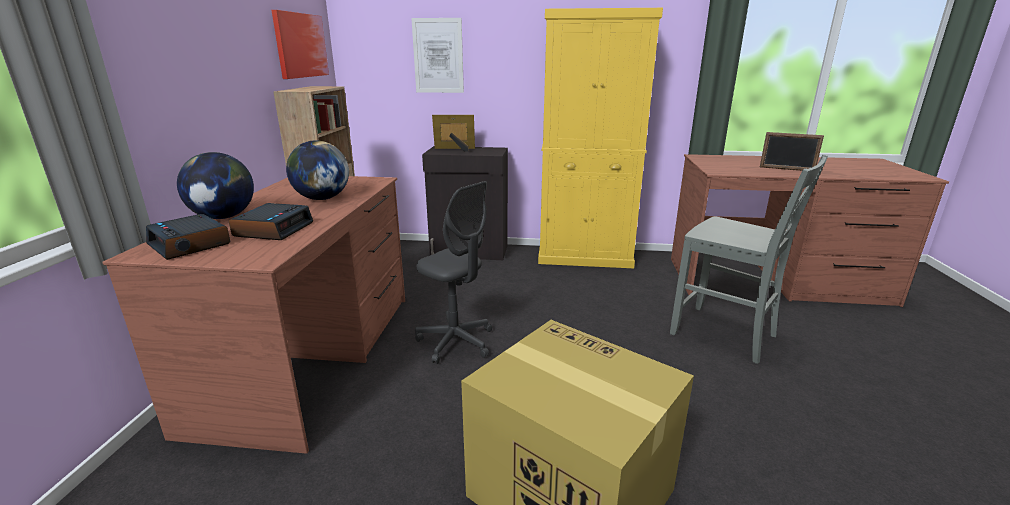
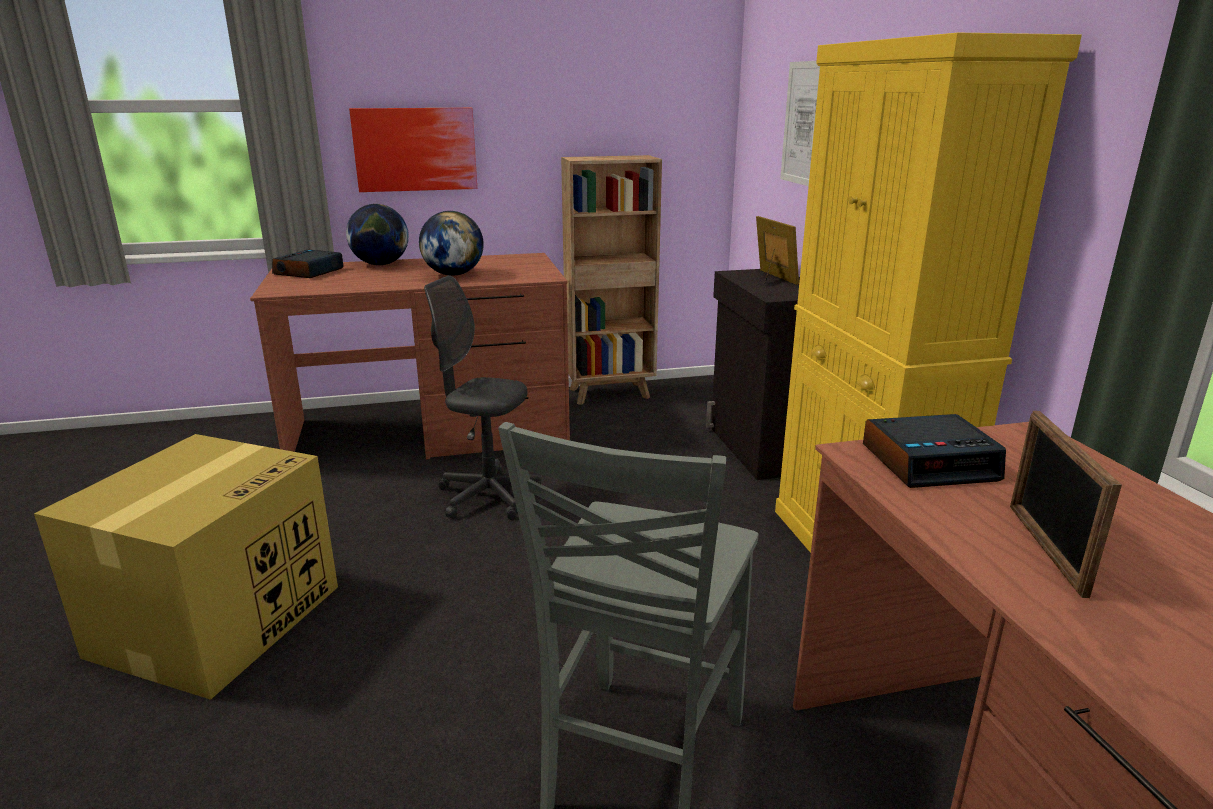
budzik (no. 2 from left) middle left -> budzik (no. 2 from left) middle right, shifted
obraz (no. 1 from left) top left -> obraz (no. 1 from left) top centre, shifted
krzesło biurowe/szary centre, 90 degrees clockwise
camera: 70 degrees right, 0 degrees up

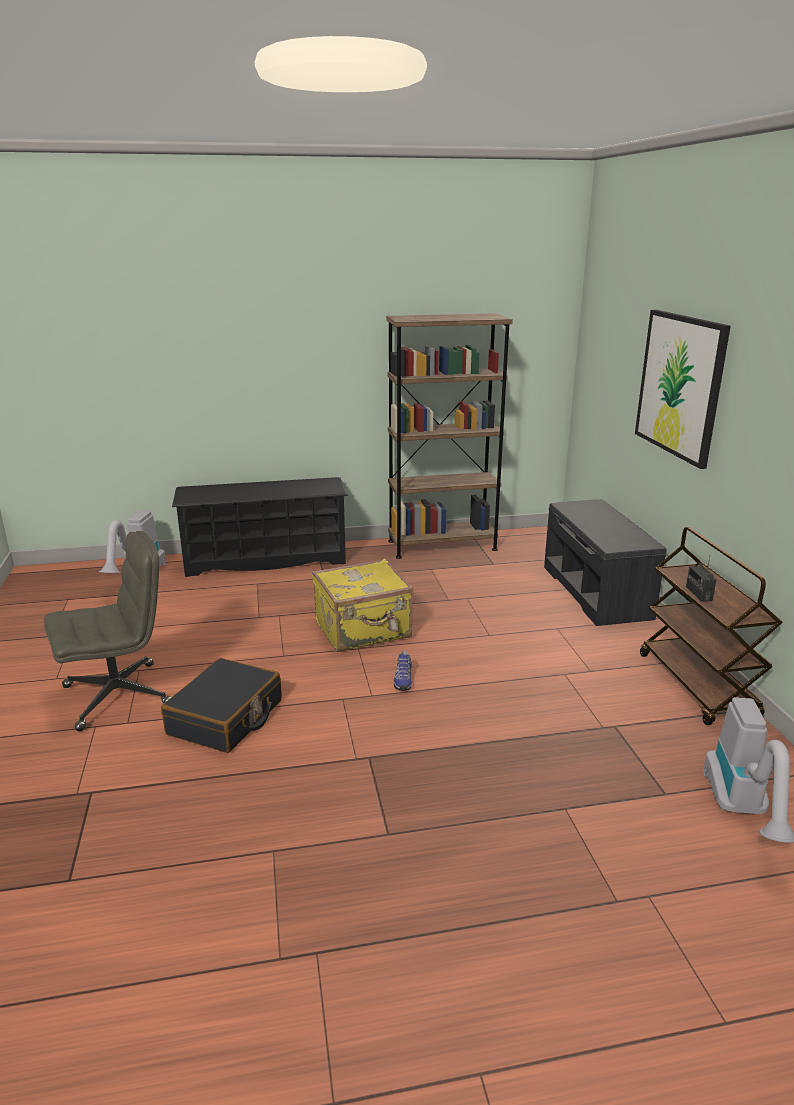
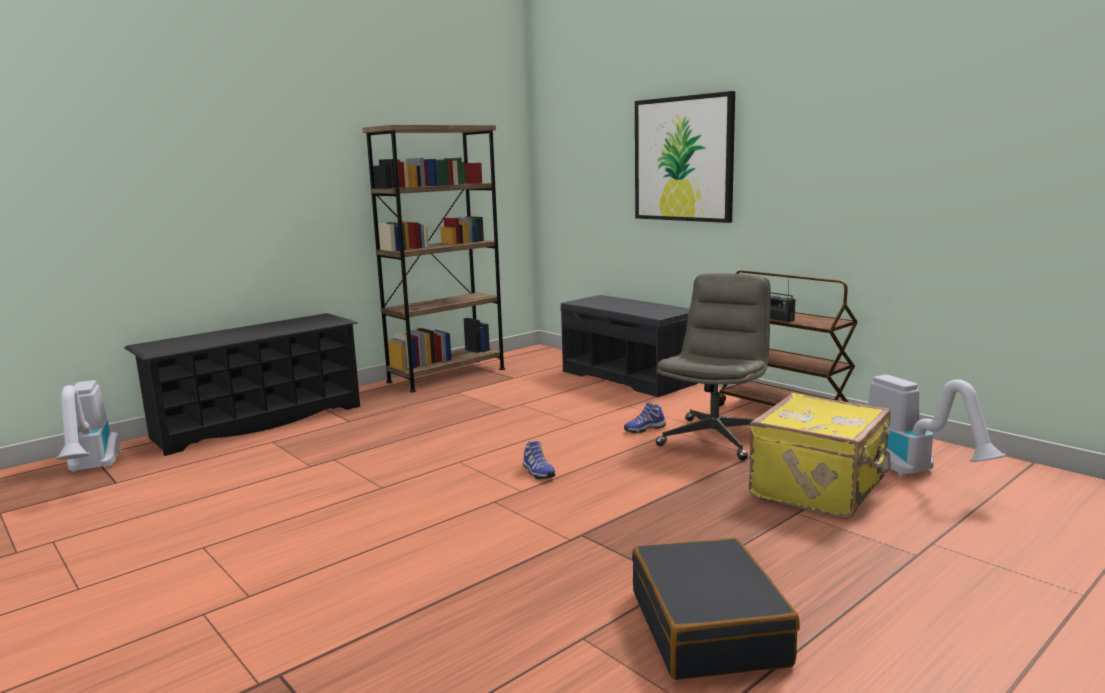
none -> but (no. 2 from left) centre
krzesło biurowe/szary middle left -> krzesło biurowe/szary centre, shifted
walizka/czarny middle left -> walizka/czarny bottom centre, shifted
walizka/żółty centre -> walizka/żółty middle right, shifted
camera: 30 degrees left, 10 degrees down

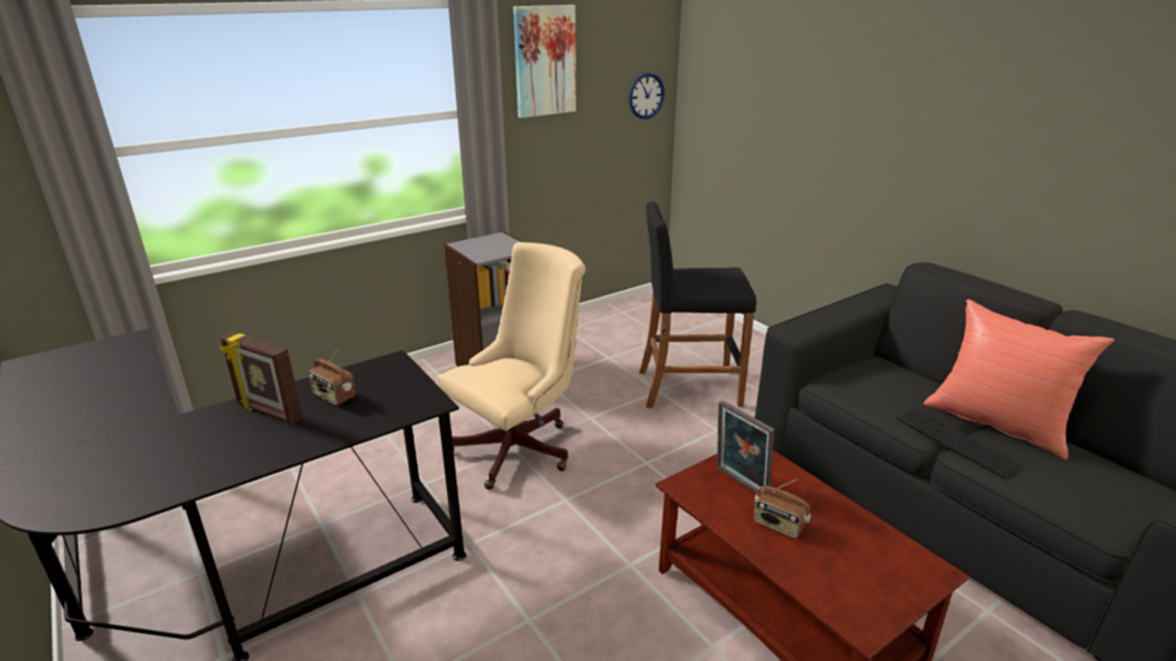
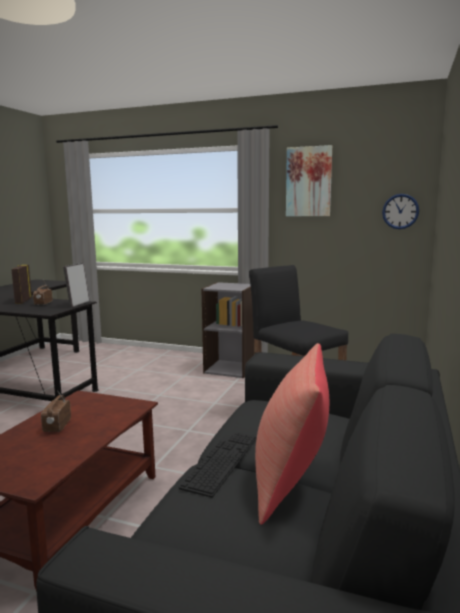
krzesło biurowe/beżowy centre -> none
ramka na zdjęcie (no. 2 from left) bottom centre -> ramka na zdjęcie (no. 2 from left) middle left, shifted
camera: 55 degrees right, 15 degrees down

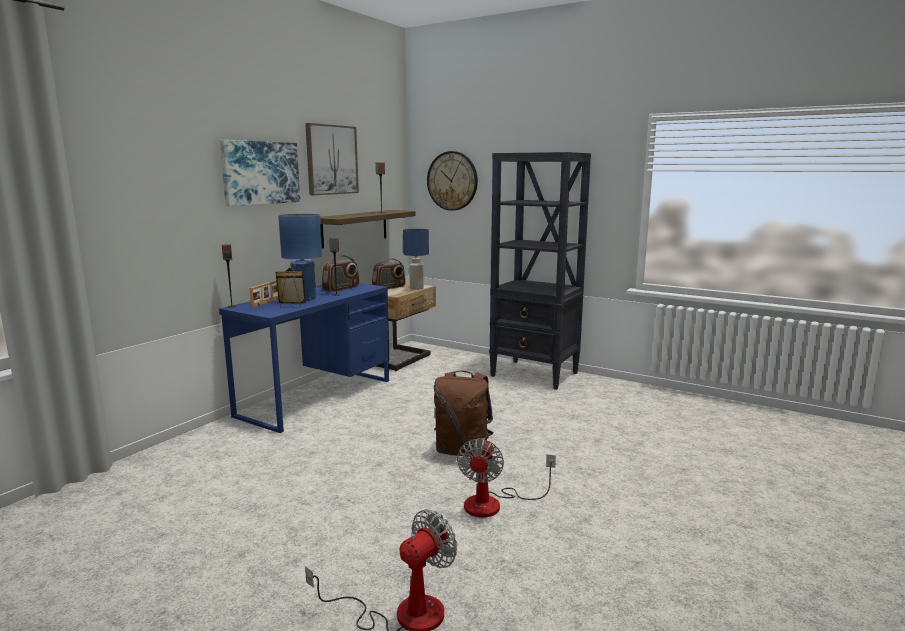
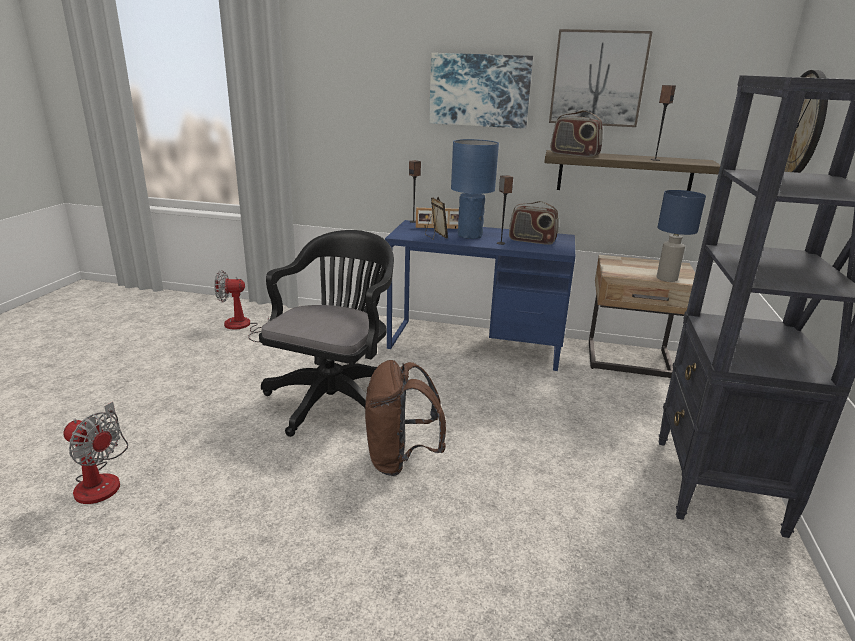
none -> krzesło biurowe/czarny centre
radio (no. 2 from left) centre -> radio (no. 2 from left) top right, shifted
wentylator (no. 2 from left) bottom centre -> wentylator (no. 2 from left) middle left, shifted
camera: 70 degrees right, 10 degrees up

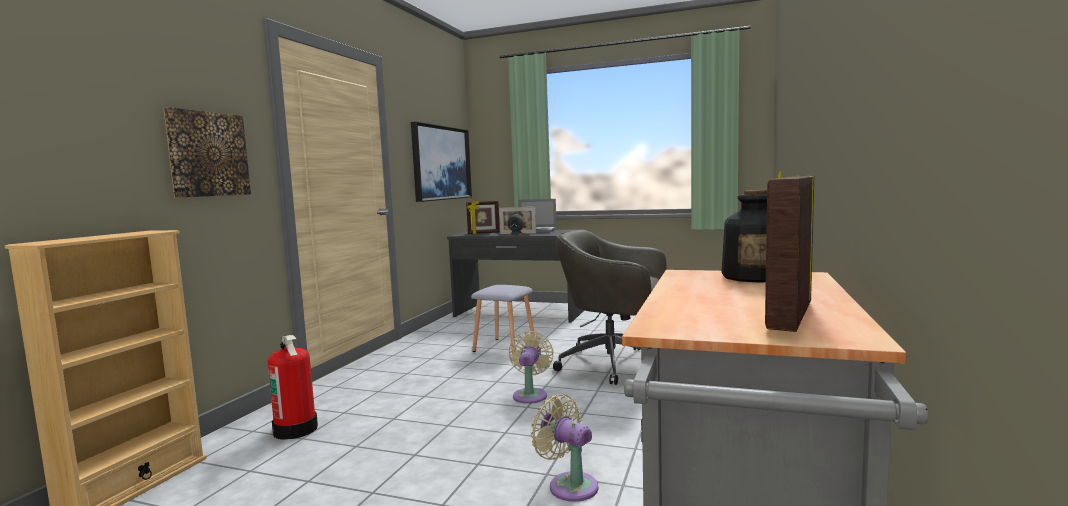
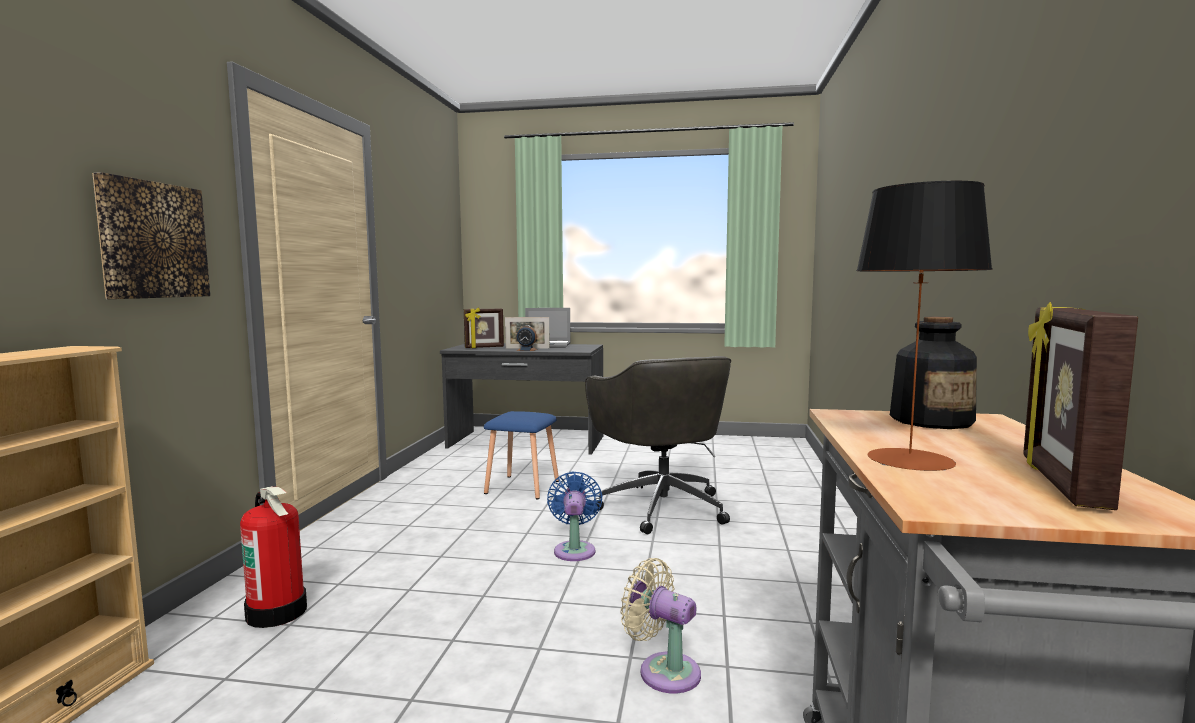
obraz (no. 2 from left) top centre -> none
none -> lampa stołowa middle right
stołek/szary centre -> stołek/niebieski centre
wentylator/beżowy (no. 1 from left) bottom centre -> wentylator/niebieski bottom centre
krzesło biurowe/szary centre, 120 degrees counterclockwise
camera: 10 degrees left, 0 degrees up

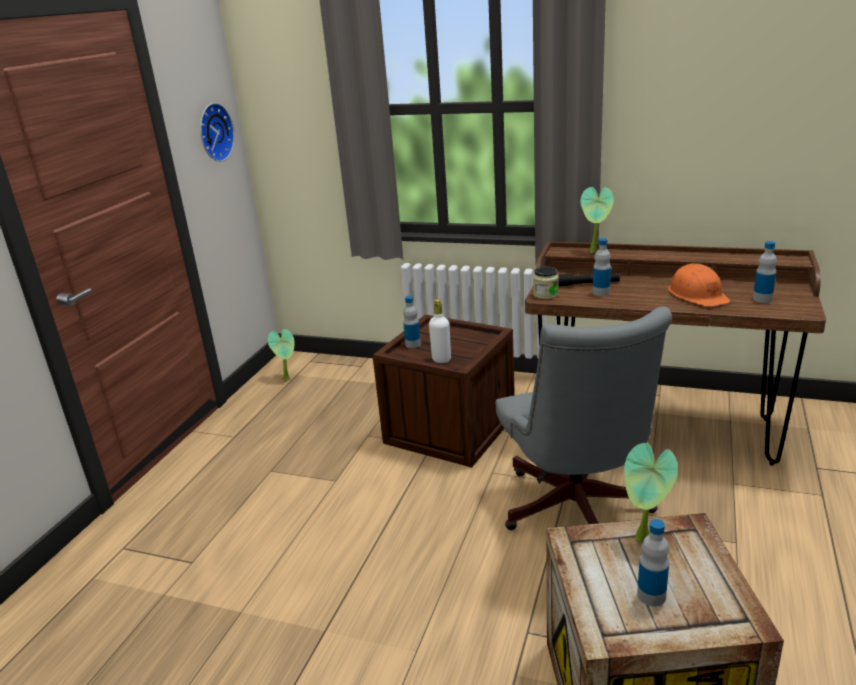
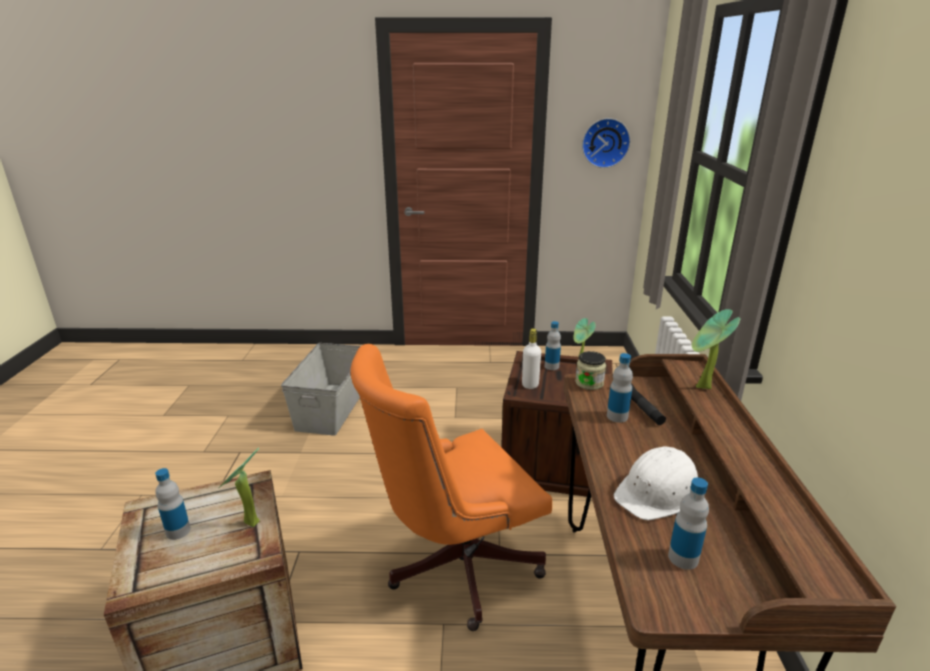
none -> pojemnik do przechowywania/szary centre
krzesło biurowe/szary middle right -> krzesło biurowe/pomarańczowy bottom centre
kask/pomarańczowy middle right -> kask/biały bottom right
camera: 70 degrees right, 0 degrees up

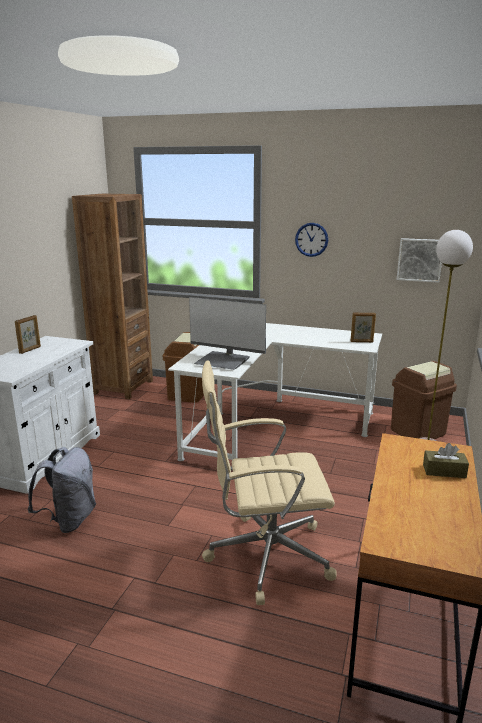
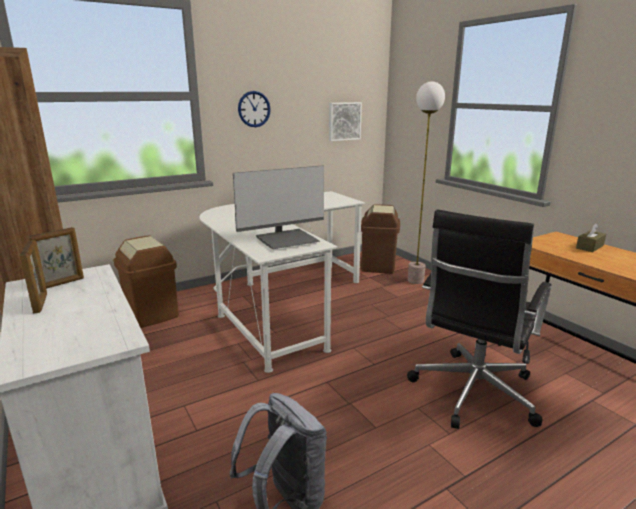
ramka na zdjęcie (no. 2 from left) middle right -> ramka na zdjęcie (no. 2 from left) middle left, shifted
krzesło biurowe/beżowy bottom centre -> krzesło biurowe/czarny middle right
camera: 50 degrees left, 0 degrees up

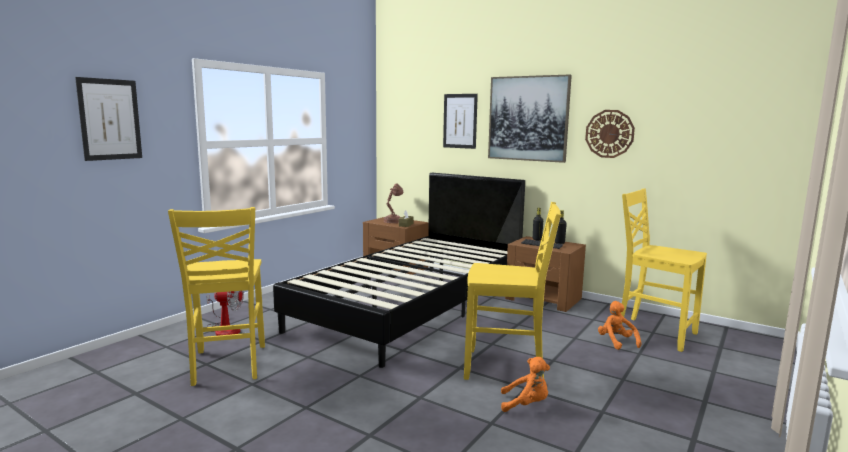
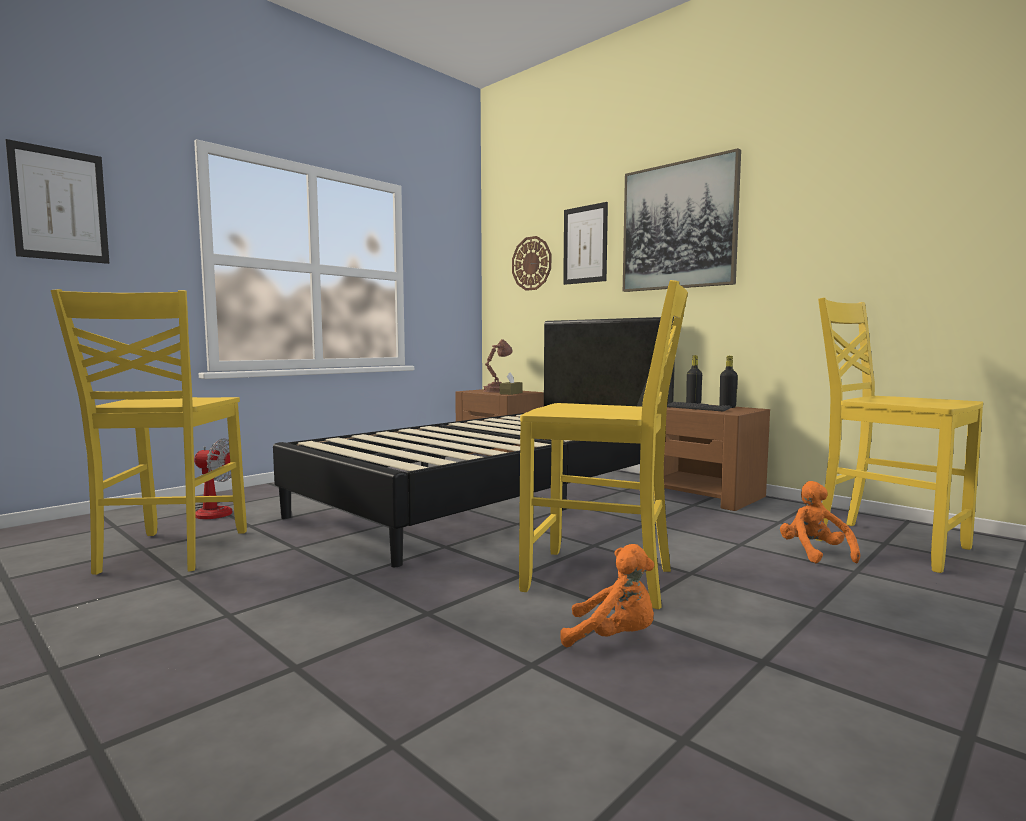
zegar ścienny top right -> zegar ścienny top centre, shifted
camera: 10 degrees right, 5 degrees down

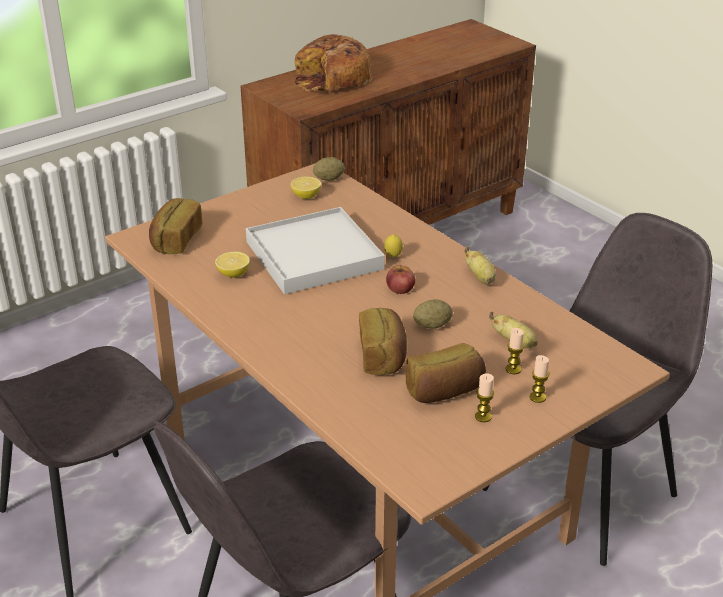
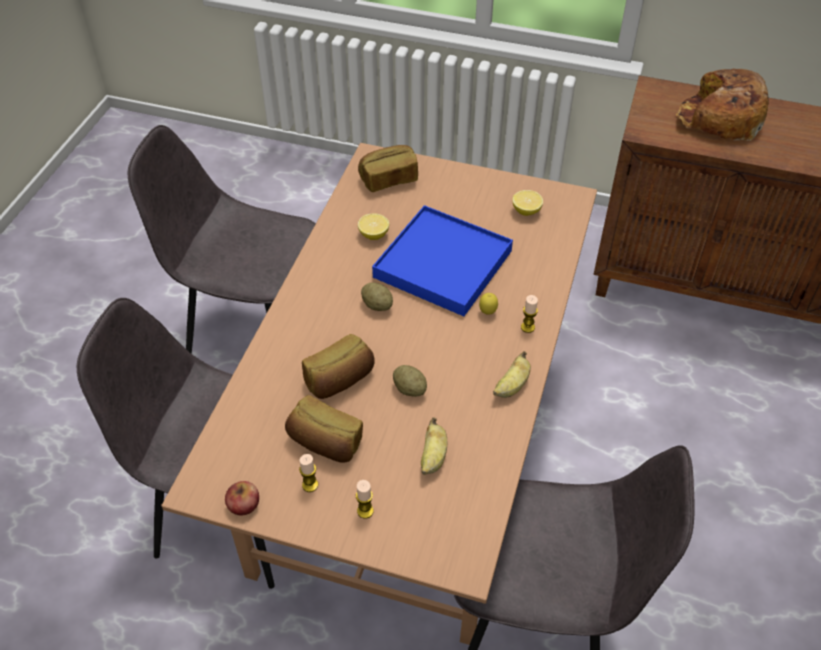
ziemniak (no. 1 from left) top centre -> ziemniak (no. 1 from left) centre, shifted
jabłko centre -> jabłko bottom left, shifted
świeca (no. 2 from left in the first image) middle right -> świeca (no. 3 from left) centre, shifted
taca/biały centre -> taca/niebieski centre
camera: 55 degrees right, 15 degrees up

